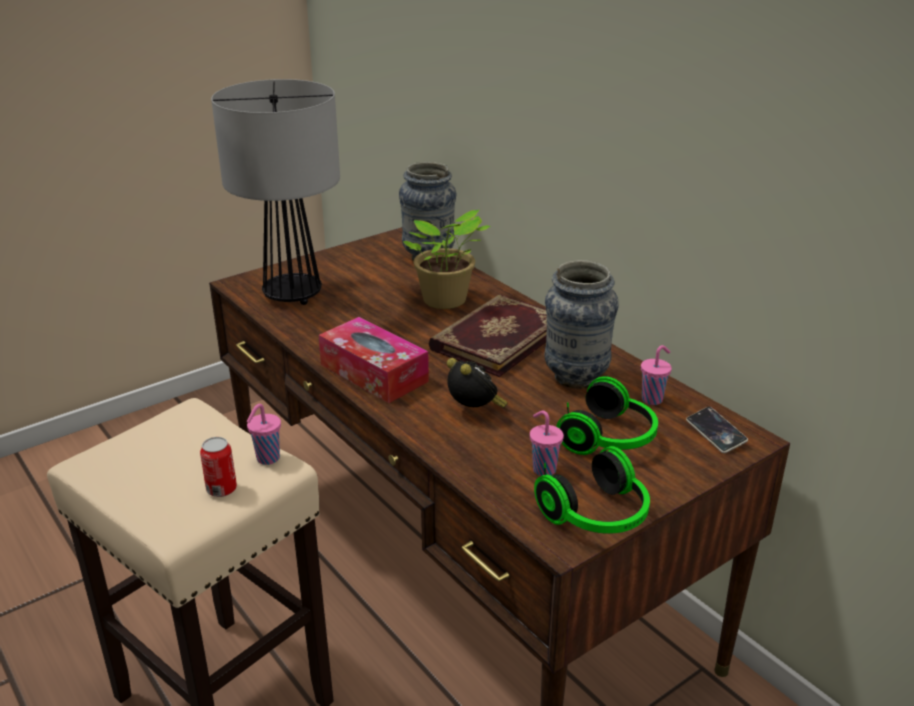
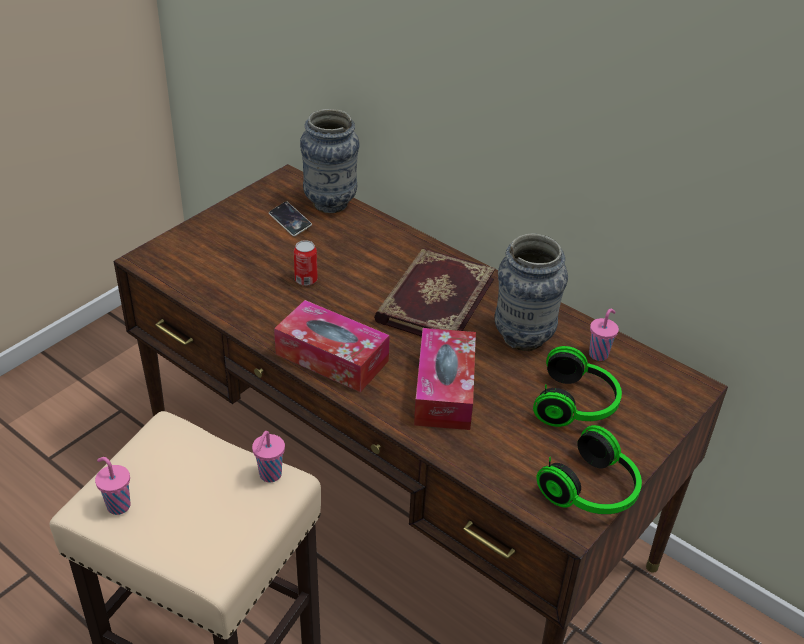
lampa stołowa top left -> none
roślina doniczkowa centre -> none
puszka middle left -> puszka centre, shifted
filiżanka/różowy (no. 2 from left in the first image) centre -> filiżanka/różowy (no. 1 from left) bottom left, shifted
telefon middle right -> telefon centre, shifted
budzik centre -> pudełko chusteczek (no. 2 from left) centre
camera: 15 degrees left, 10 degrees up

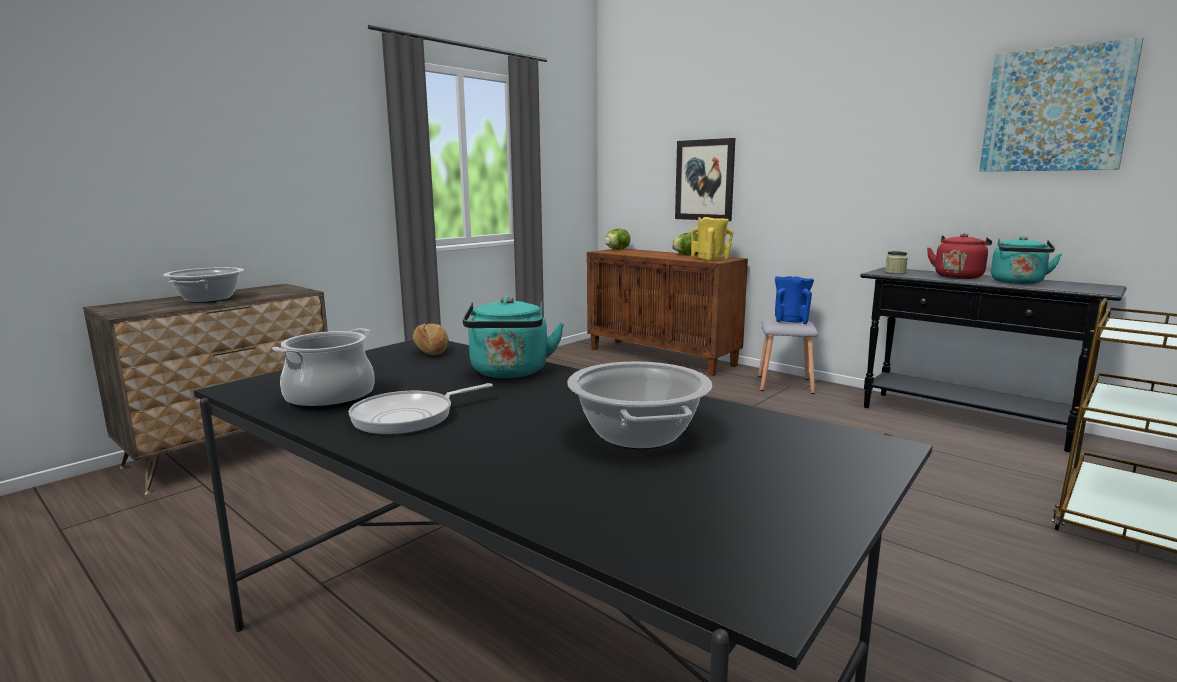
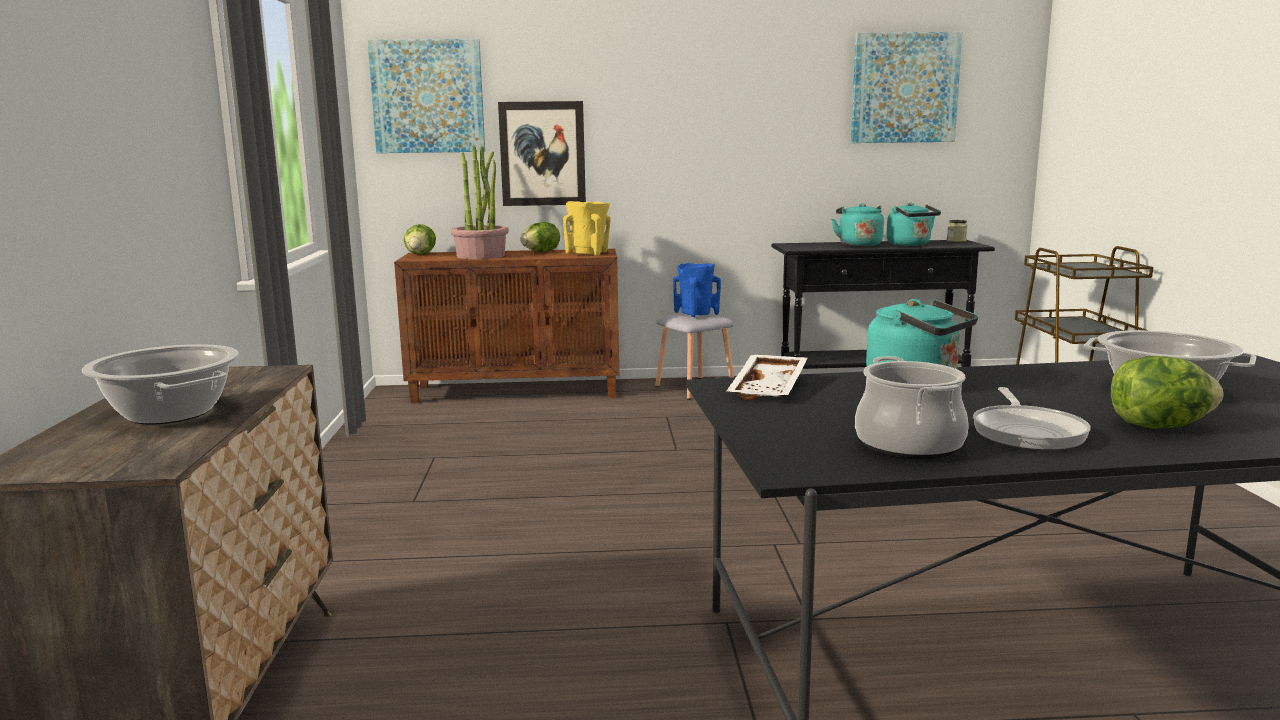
none -> obraz (no. 1 from left) top left
none -> roślina doniczkowa top centre
none -> sałata (no. 3 from left) middle right
słoik middle right -> słoik top right, shifted
chleb centre -> taca/biały centre
czajnik/czerwony middle right -> czajnik/turkusowy (no. 1 from left) top right
camera: 45 degrees left, 0 degrees up

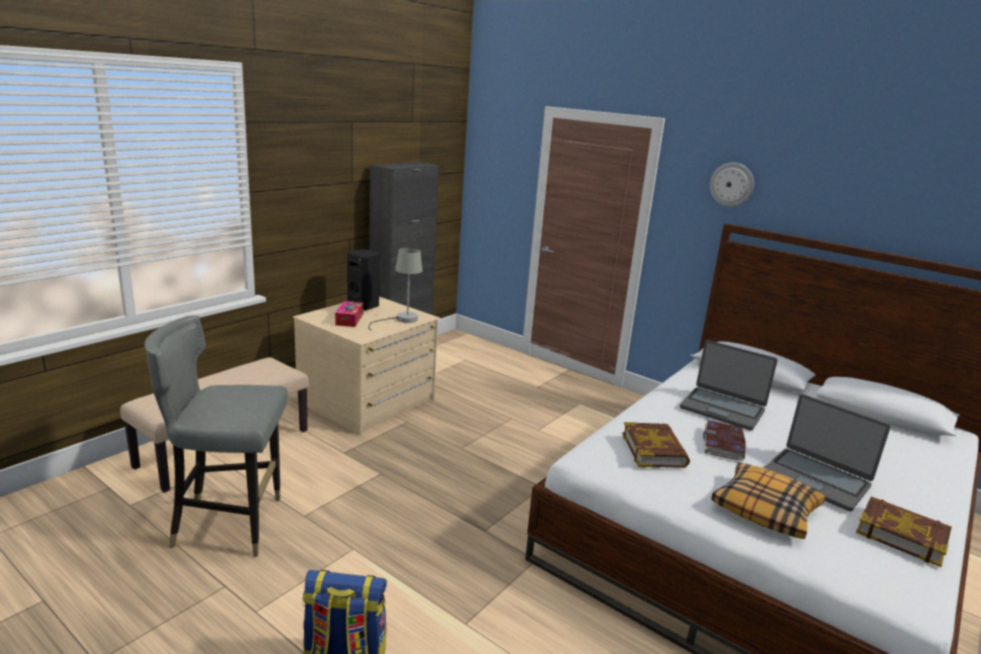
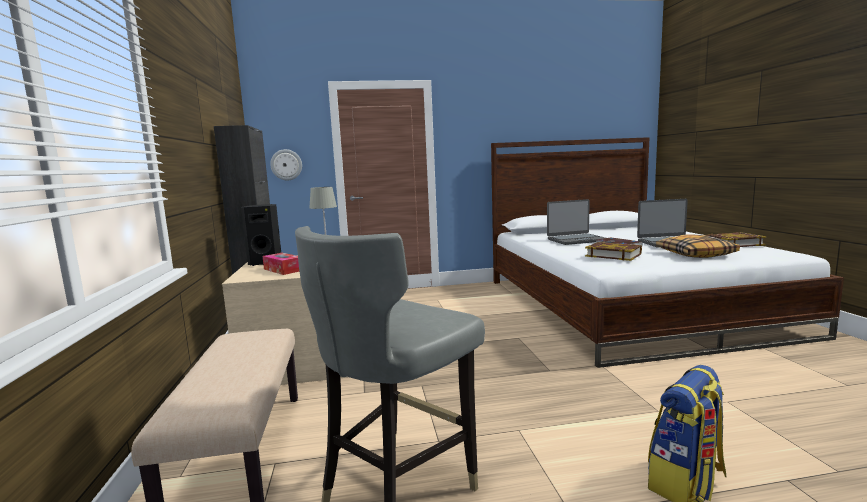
zegar ścienny top right -> zegar ścienny top left, shifted
camera: 45 degrees left, 10 degrees down

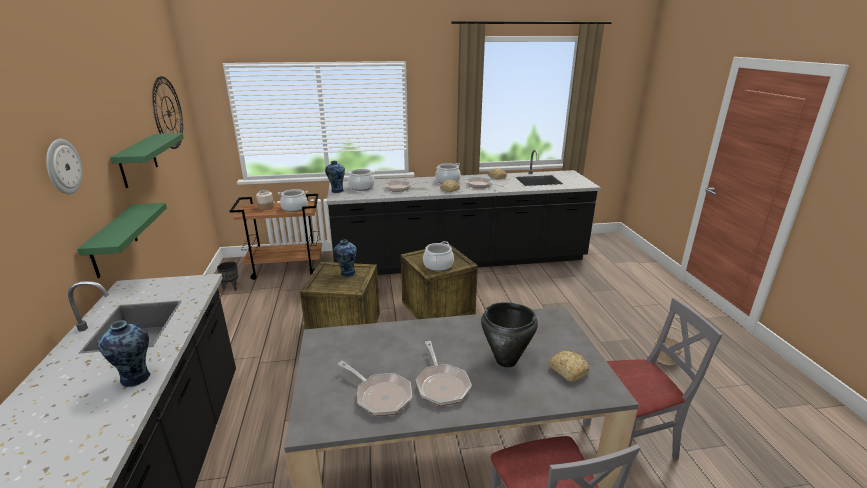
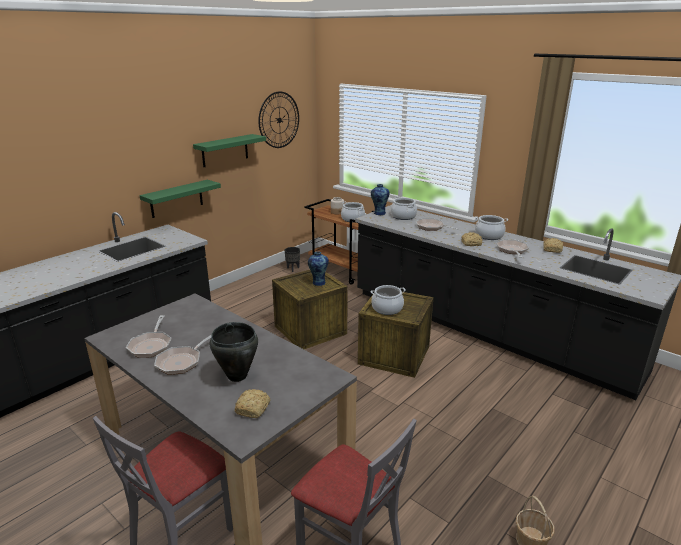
zegar ścienny (no. 1 from left) middle left -> none
wazon (no. 1 from left) bottom left -> none
camera: 50 degrees right, 0 degrees up

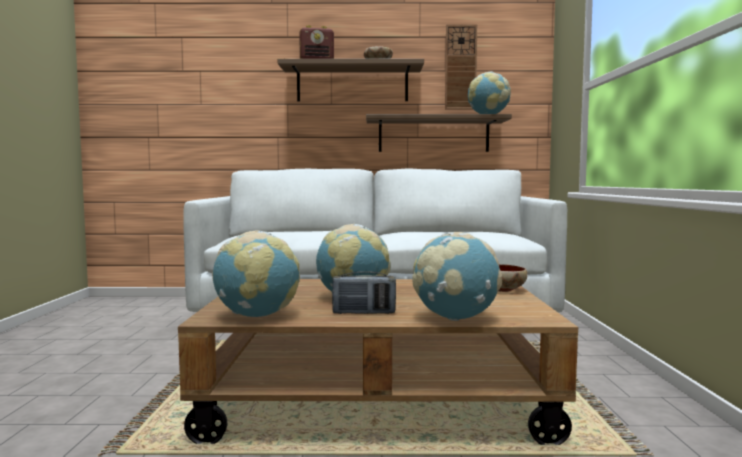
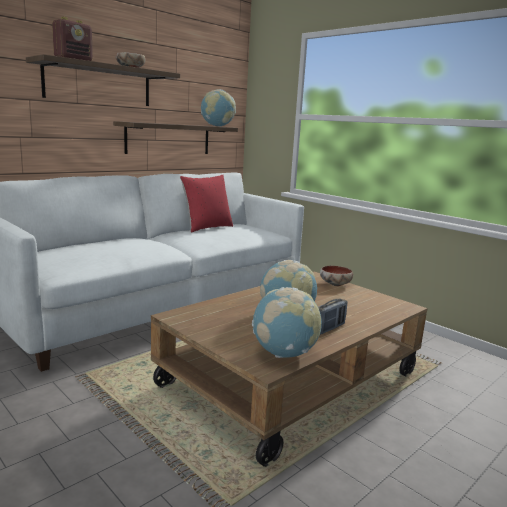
globus (no. 3 from left) centre -> none
zegar ścienny top centre -> none
none -> poduszka/czerwony centre
camera: 45 degrees left, 10 degrees up

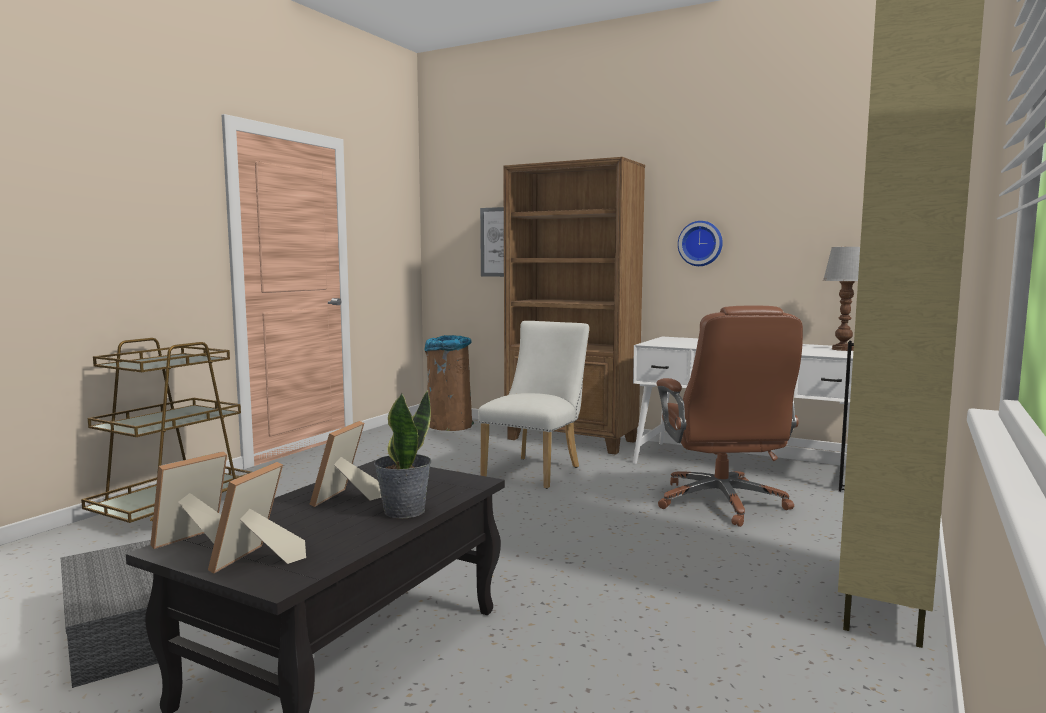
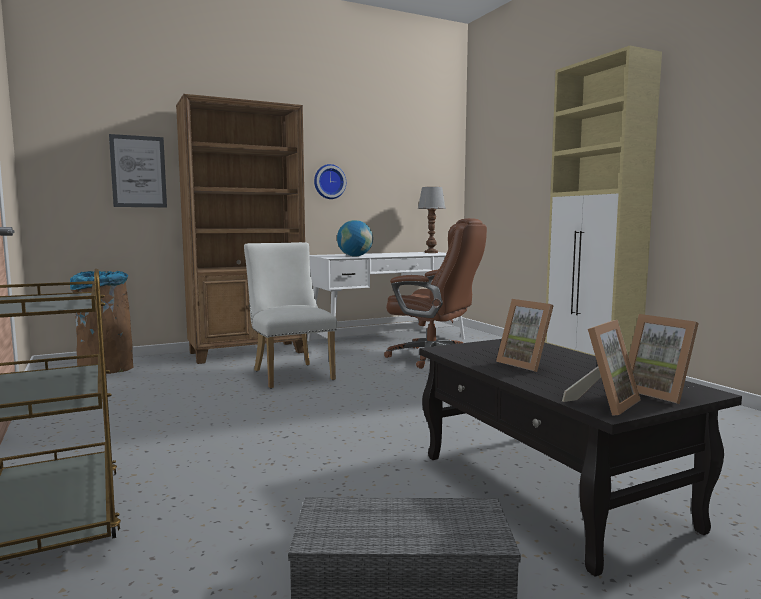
roślina doniczkowa centre -> none
none -> globus centre
ramka na zdjęcie (no. 1 from left in the first image) bottom left -> ramka na zdjęcie (no. 2 from left) middle right, 120 degrees counterclockwise
camera: 55 degrees left, 0 degrees up

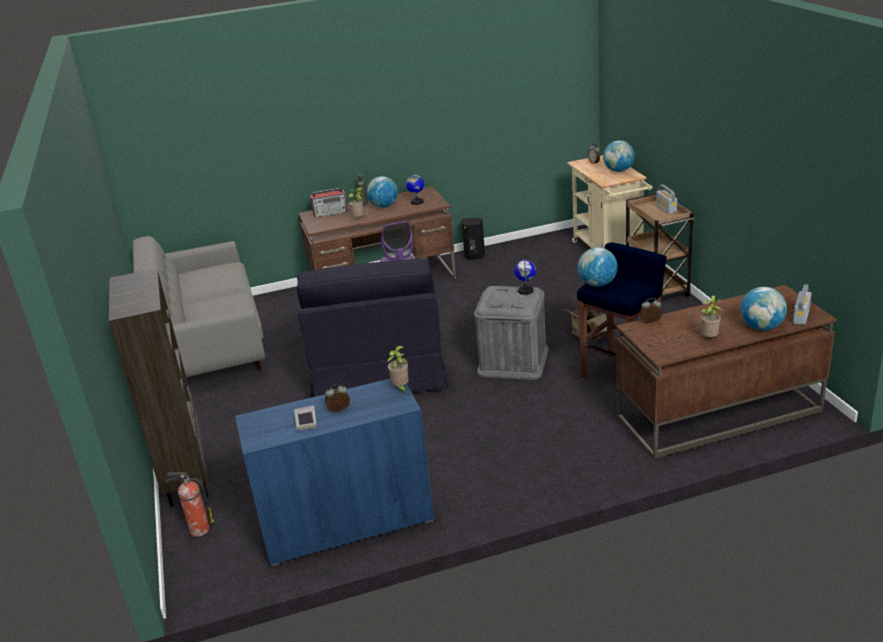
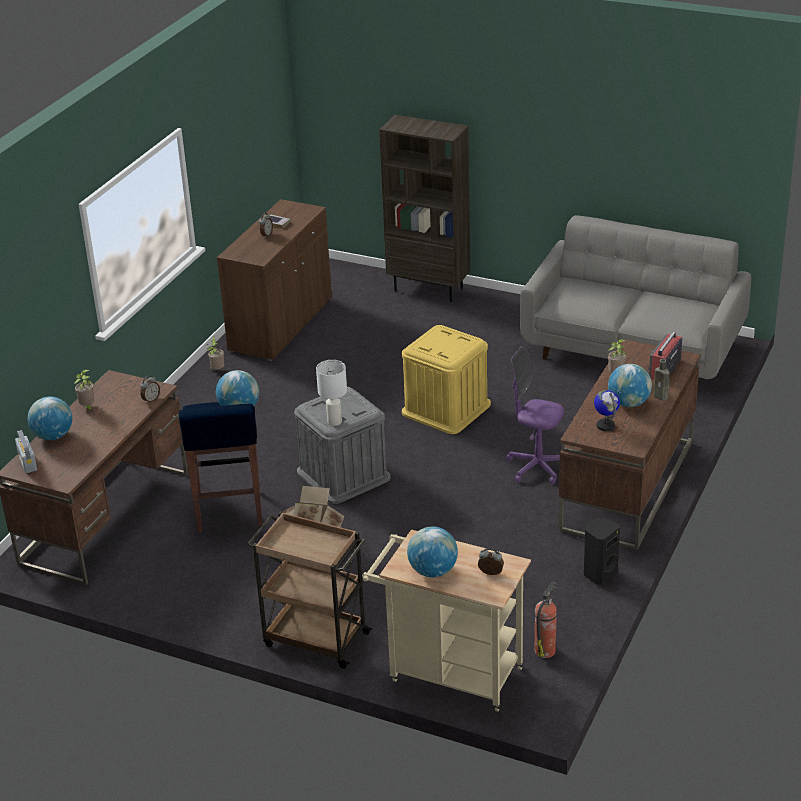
radio (no. 2 from left) top right -> none
gaśnica bottom left -> gaśnica bottom right, shifted
roślina doniczkowa (no. 2 from left) centre -> roślina doniczkowa (no. 2 from left) middle left, shifted
fotel/czarny centre -> pojemnik do przechowywania/żółty centre
globus (no. 3 from left) centre -> lampa stołowa/biały centre
szafka/niebieski bottom centre -> szafka/brązowy centre
camera: 130 degrees right, 5 degrees up

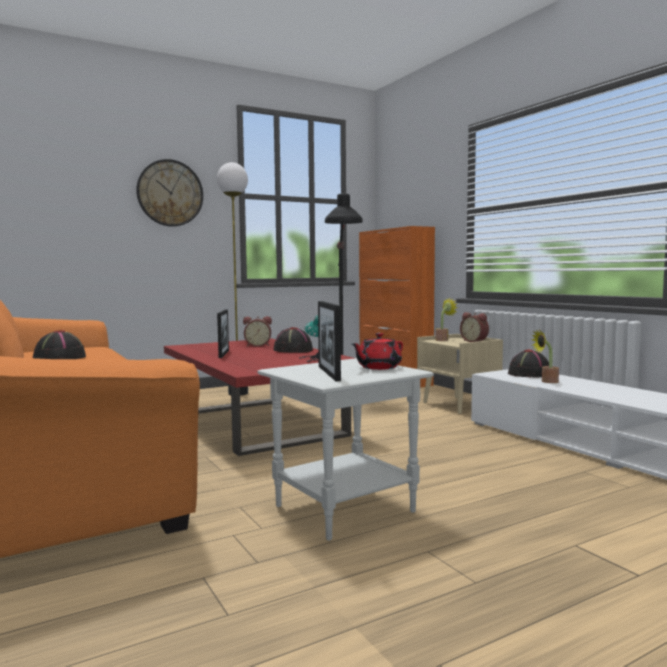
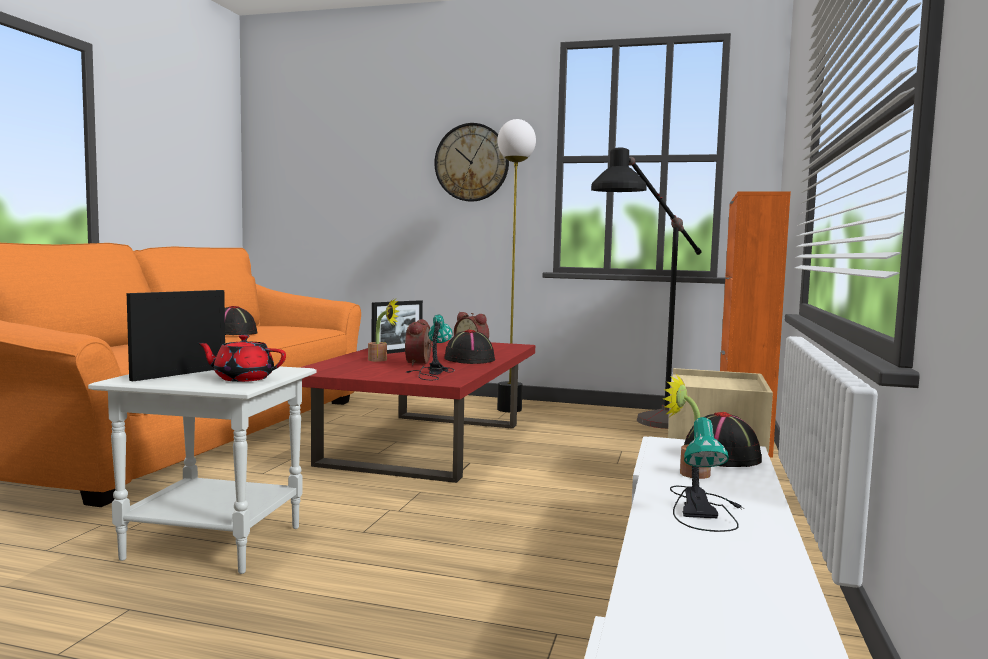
none -> lampa stołowa (no. 2 from left) bottom right
roślina doniczkowa (no. 1 from left) middle right -> roślina doniczkowa (no. 1 from left) centre, shifted
budzik (no. 2 from left in the first image) middle right -> budzik (no. 1 from left) centre, shifted
camera: 45 degrees right, 0 degrees up

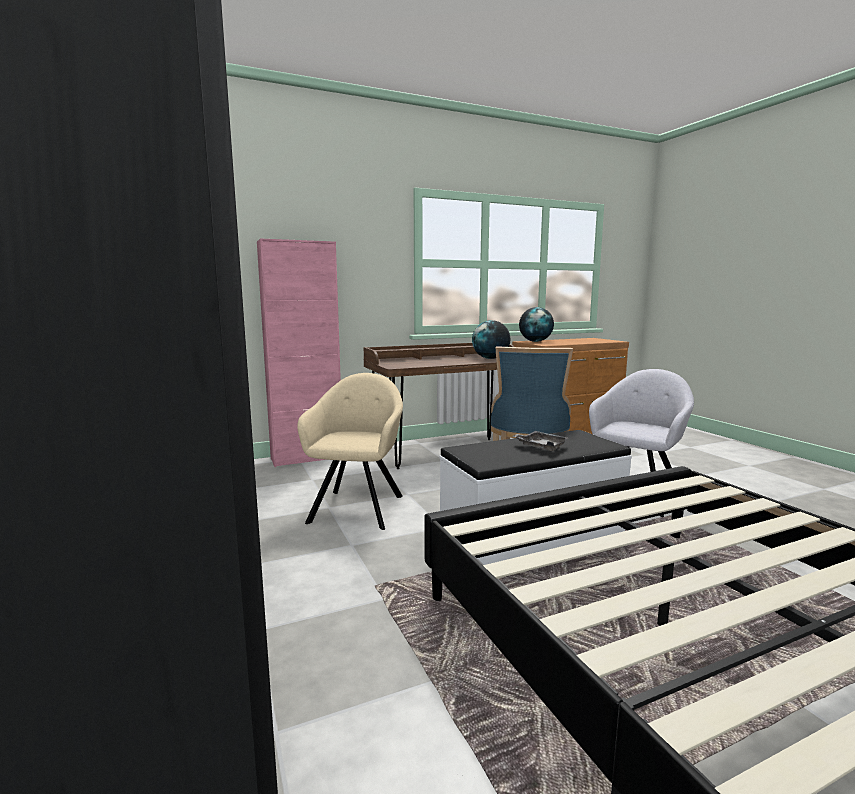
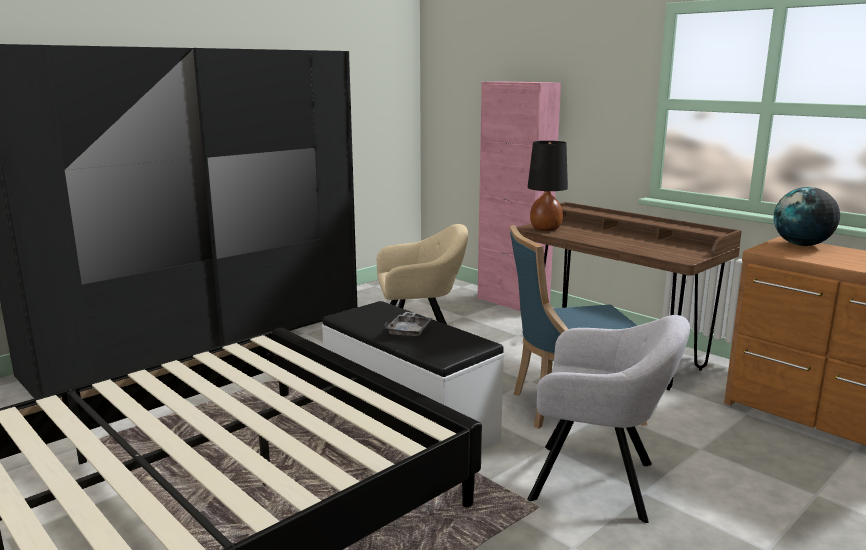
globus (no. 1 from left) centre -> none
none -> lampa stołowa/czarny centre
camera: 70 degrees right, 5 degrees up

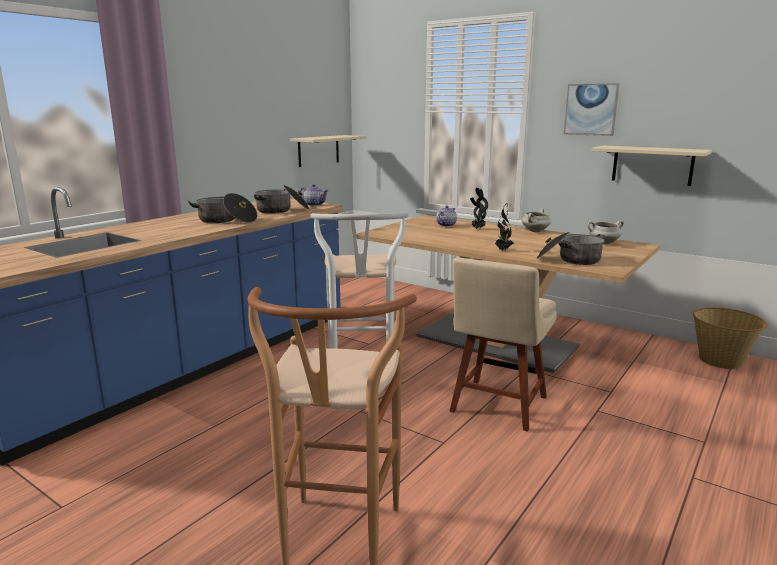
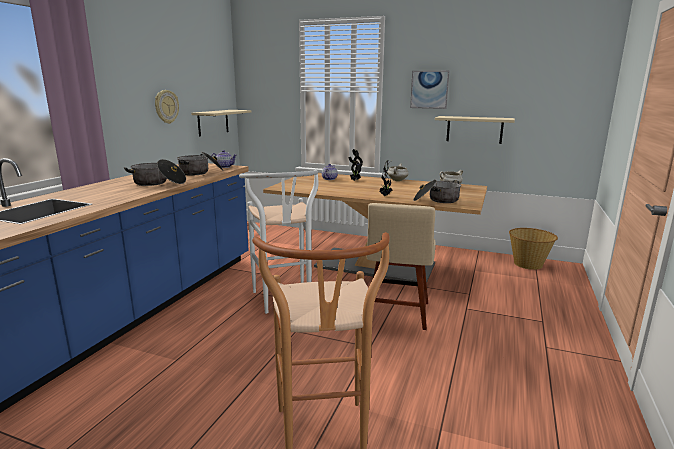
none -> zegar ścienny top left
camera: 15 degrees left, 0 degrees up

